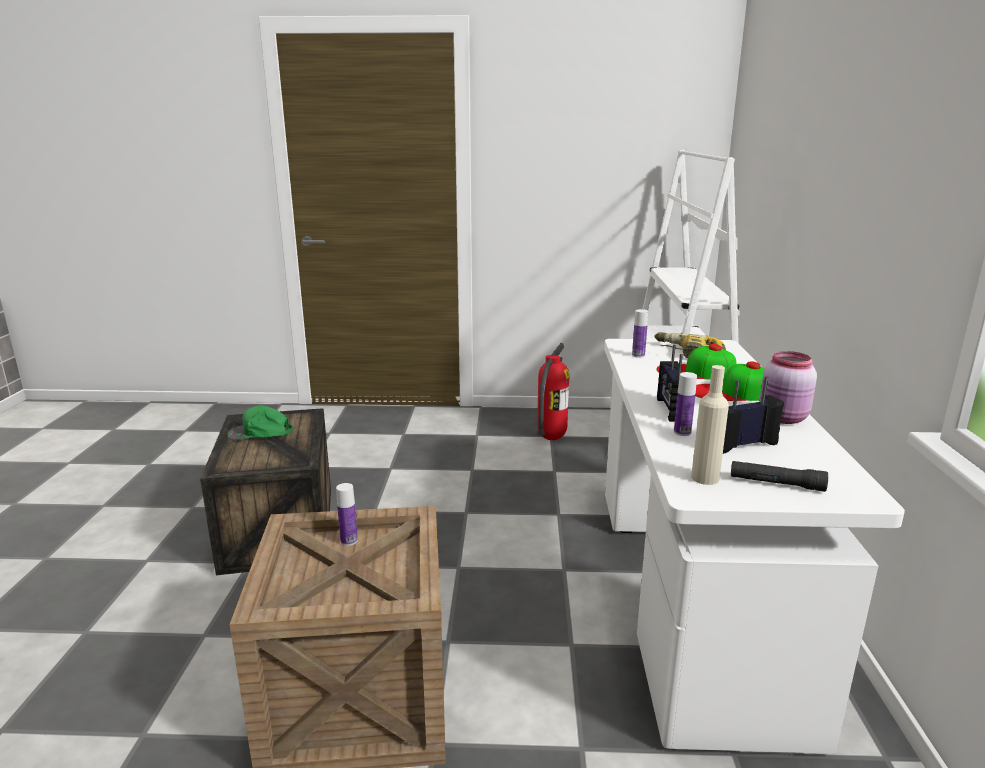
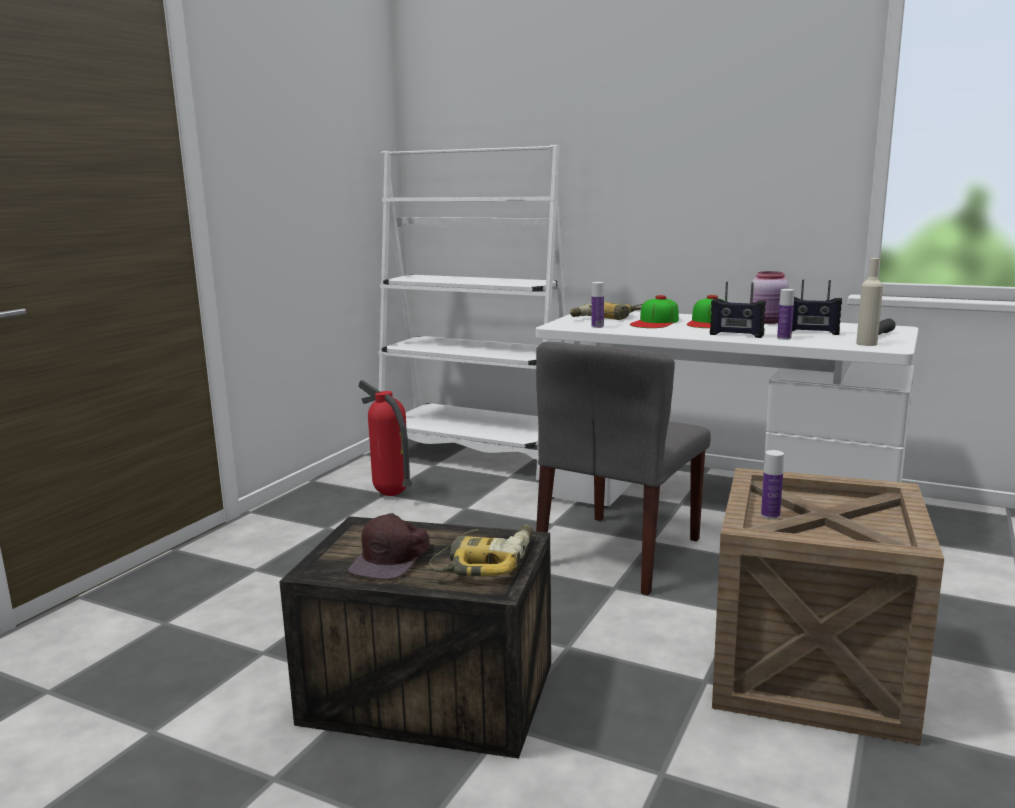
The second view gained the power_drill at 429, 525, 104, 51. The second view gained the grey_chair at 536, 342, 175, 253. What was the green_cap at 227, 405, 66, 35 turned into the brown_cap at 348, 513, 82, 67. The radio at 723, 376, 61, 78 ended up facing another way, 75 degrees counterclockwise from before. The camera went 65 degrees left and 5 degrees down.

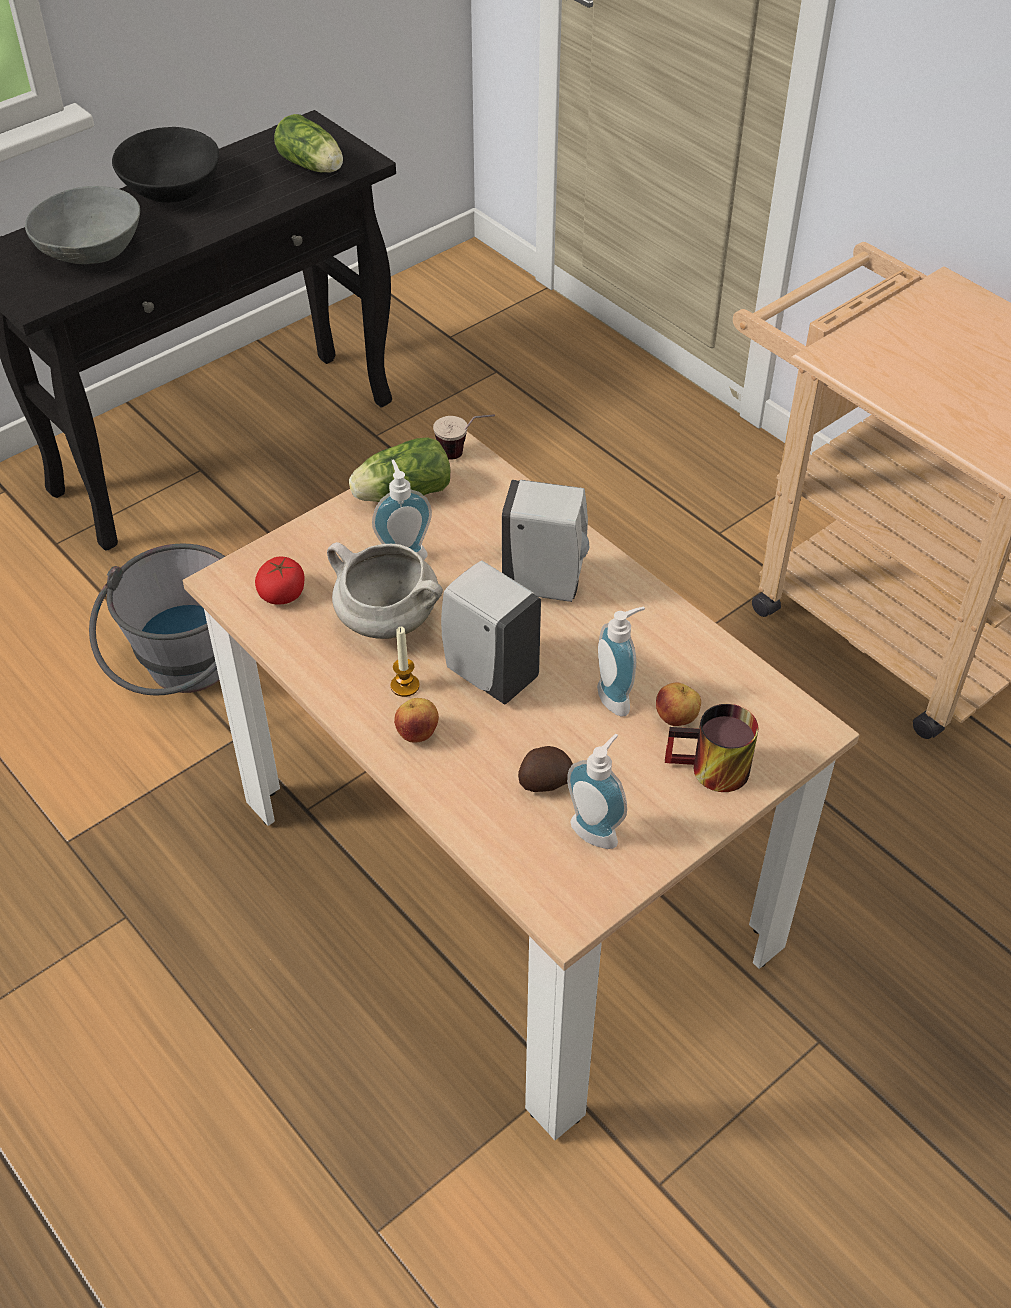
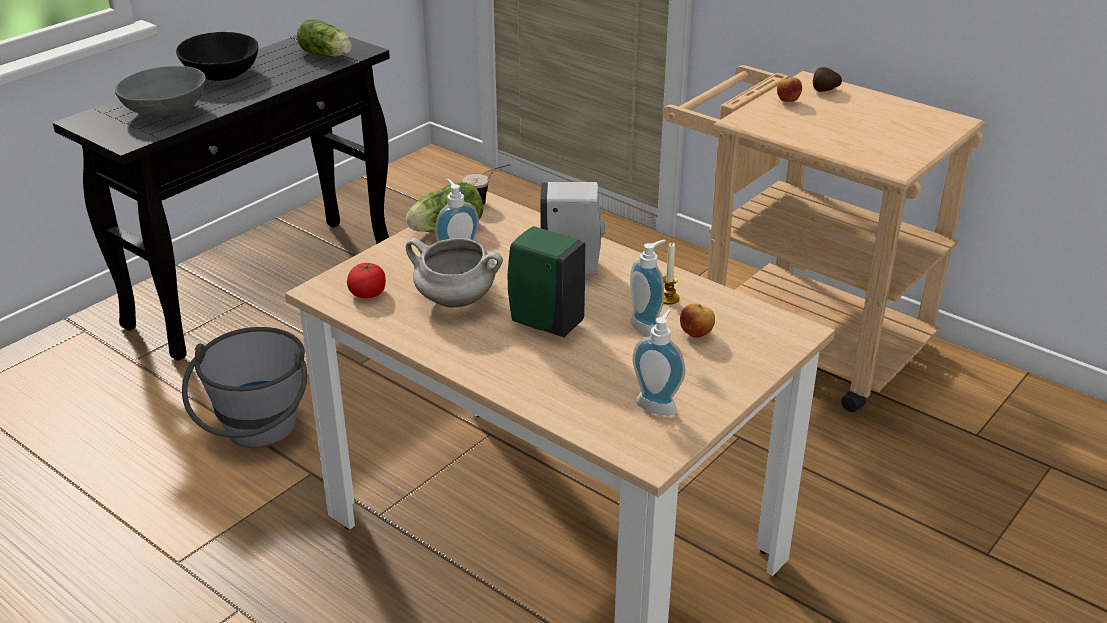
The second view lost the mug at 665, 704, 93, 88. The candle ended up elsewhere, having gone from 390, 627, 29, 70 to 663, 242, 17, 62. The apple ended up elsewhere, having gone from 394, 698, 45, 45 to 777, 77, 25, 25. The potato ended up elsewhere, having gone from 518, 746, 55, 46 to 813, 67, 29, 25. What was the white_soap_dispenser at 441, 561, 100, 144 turned into the green_soap_dispenser at 507, 226, 79, 111. The camera went 10 degrees left and 15 degrees down.

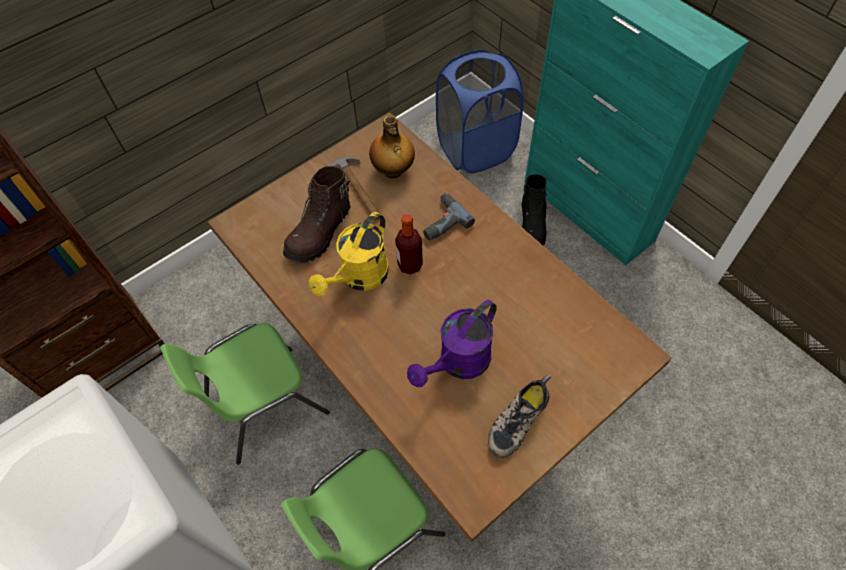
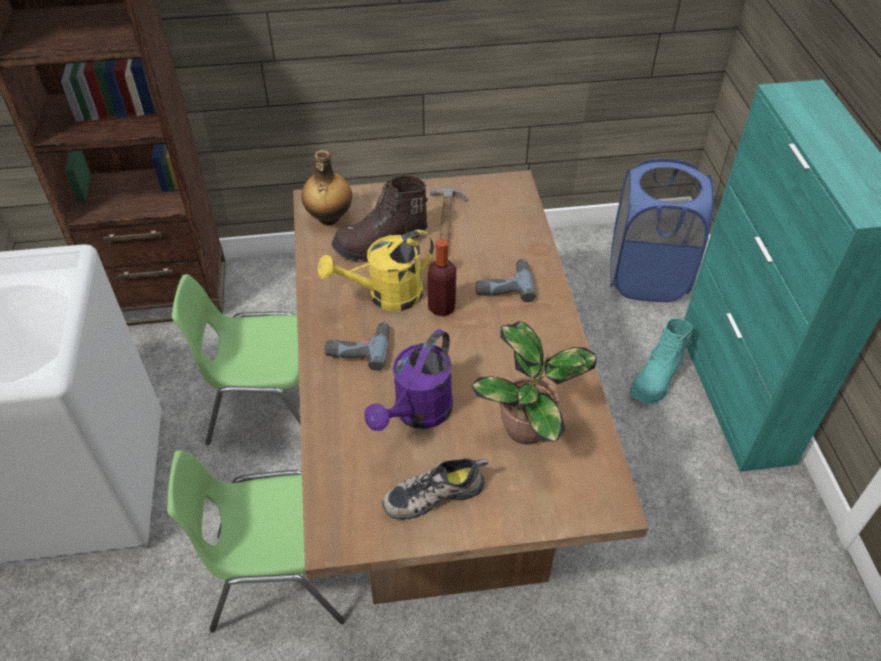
The second view gained the power_drill at 324, 322, 66, 49. The second view gained the potted_plant at 472, 321, 125, 124. The bottle ended up elsewhere, having gone from 369, 115, 46, 63 to 301, 150, 51, 75. What was the black_boot at 521, 174, 27, 71 turned into the turquoise_boot at 629, 318, 65, 86. The purple_watering_can at 407, 300, 90, 88 ended up facing another way, 45 degrees counterclockwise from before. The camera went 30 degrees right and 10 degrees down.

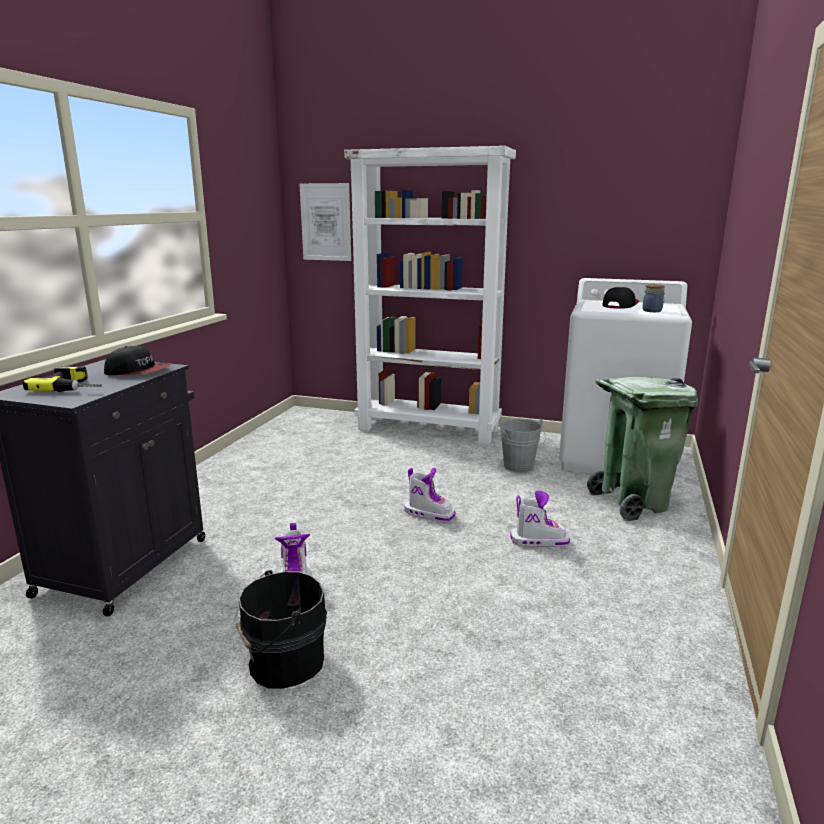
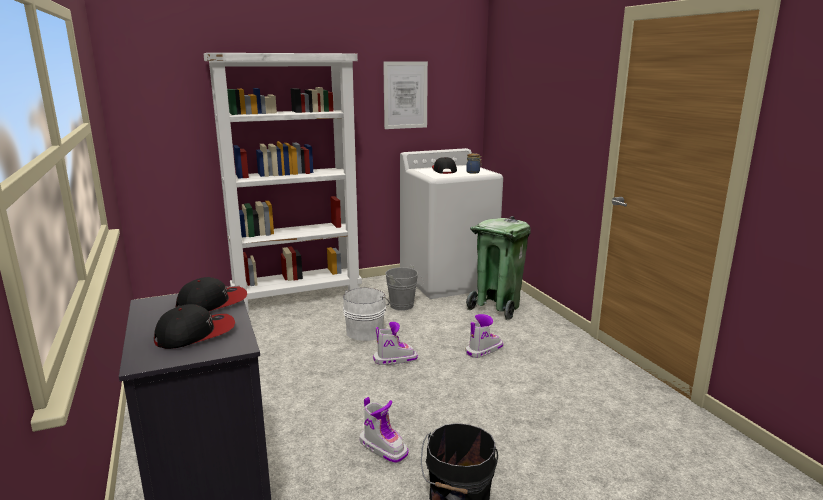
The second view gained the white_bucket at 343, 288, 47, 53. The picture ended up elsewhere, having gone from 299, 183, 52, 78 to 383, 61, 45, 68. Where the power_drill stood at 22, 366, 80, 26, the cap came to stand at 154, 304, 81, 45. The camera went 40 degrees left and 0 degrees up.

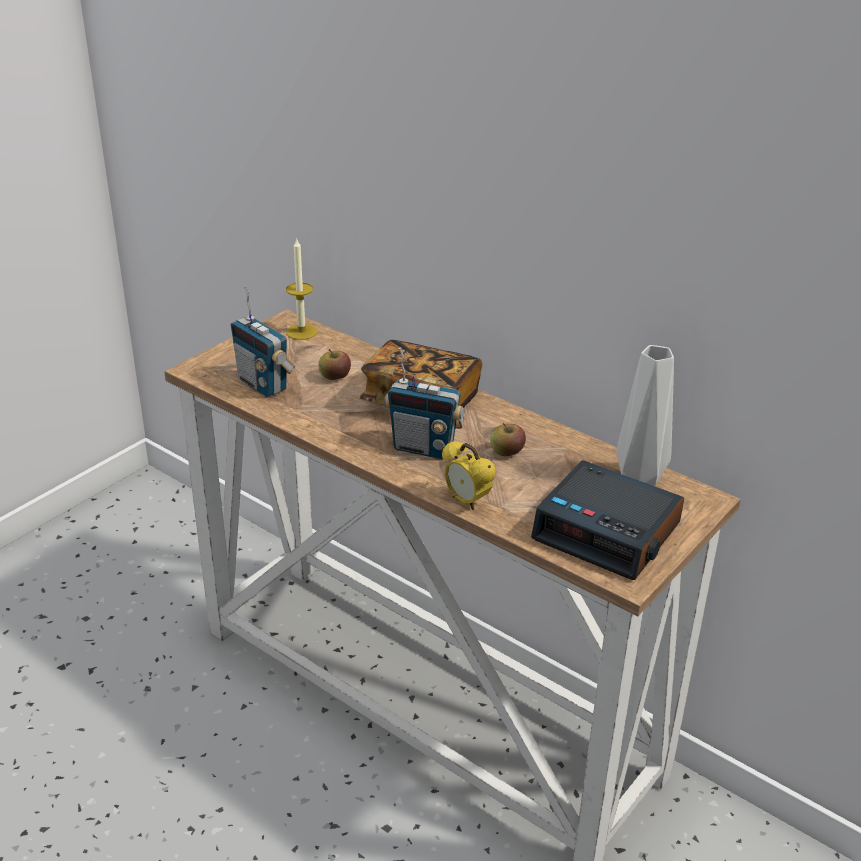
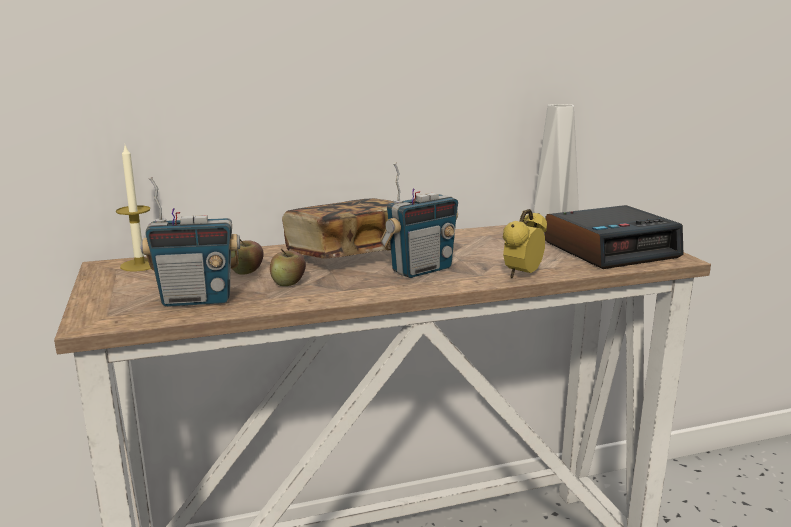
The apple ended up elsewhere, having gone from 490, 423, 36, 34 to 270, 249, 36, 37. The alarm_clock at 442, 441, 54, 69 ended up facing another way, 135 degrees clockwise from before. The camera went 55 degrees left and 15 degrees down.

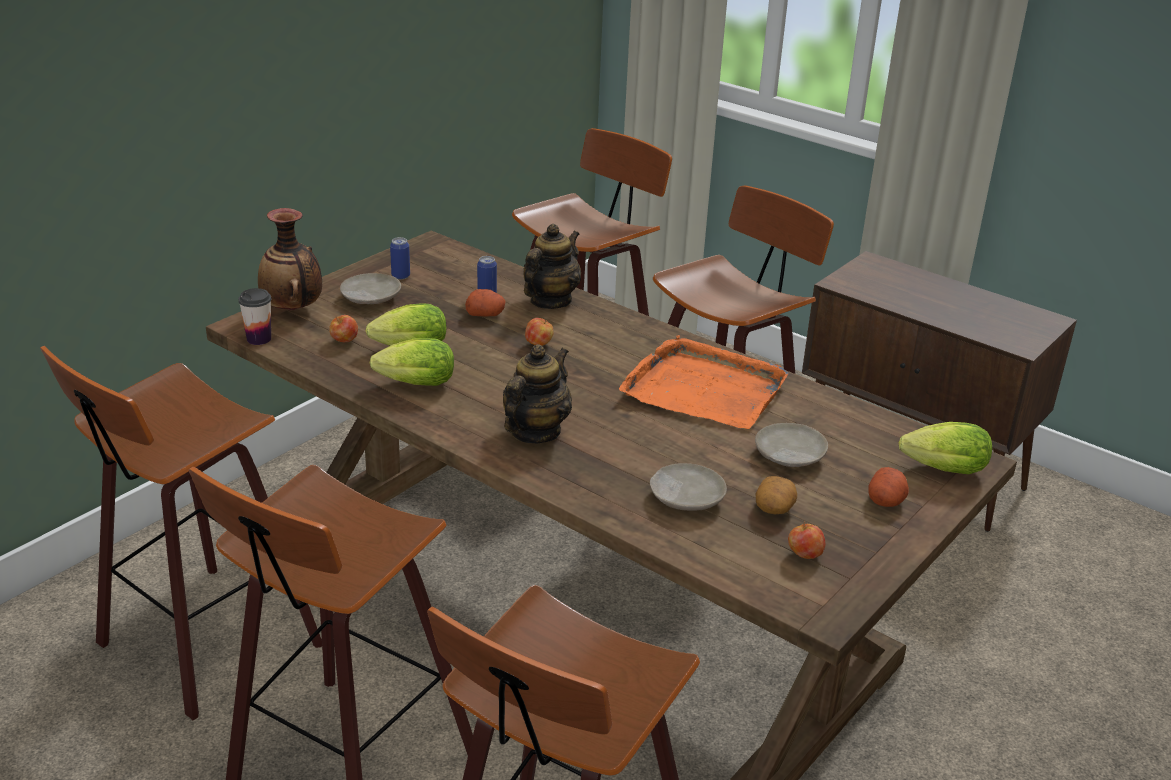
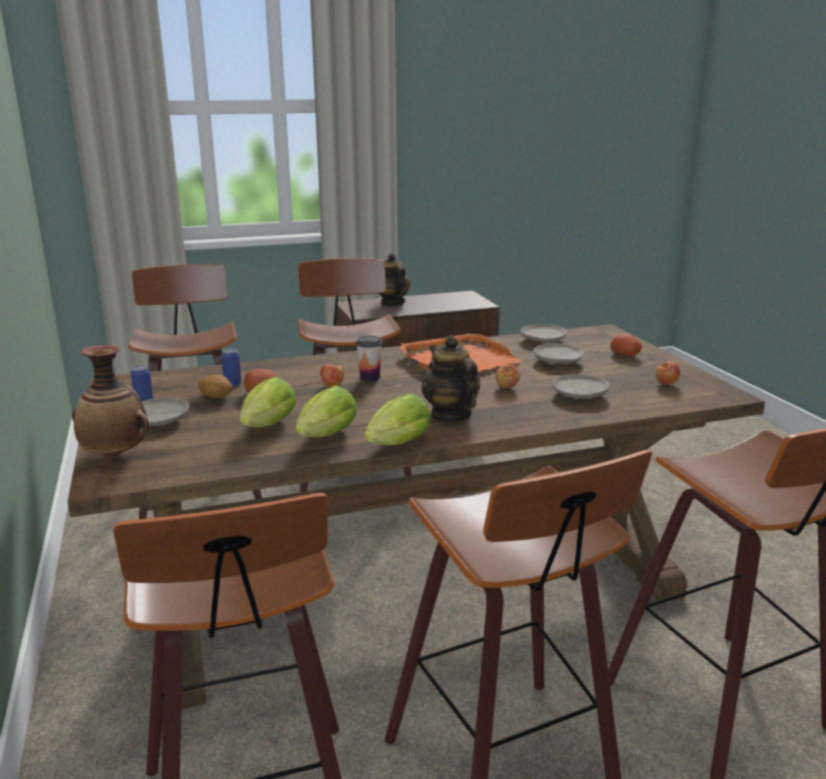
The second view gained the beige_plate at 520, 324, 47, 19. The cup ended up elsewhere, having gone from 238, 288, 33, 57 to 356, 336, 26, 46. The apple ended up elsewhere, having gone from 329, 315, 29, 27 to 496, 365, 24, 23. The teapot ended up elsewhere, having gone from 523, 224, 58, 85 to 379, 253, 31, 53. The potato ended up elsewhere, having gone from 756, 476, 41, 38 to 198, 375, 34, 23. The lettuce ended up elsewhere, having gone from 899, 422, 93, 52 to 365, 393, 66, 53. The camera went 55 degrees left and 10 degrees down.

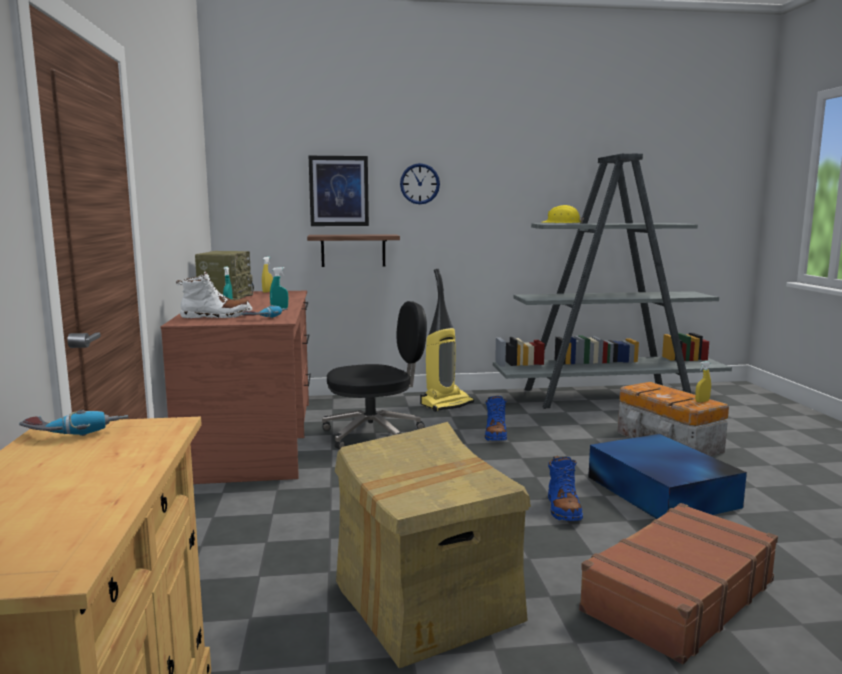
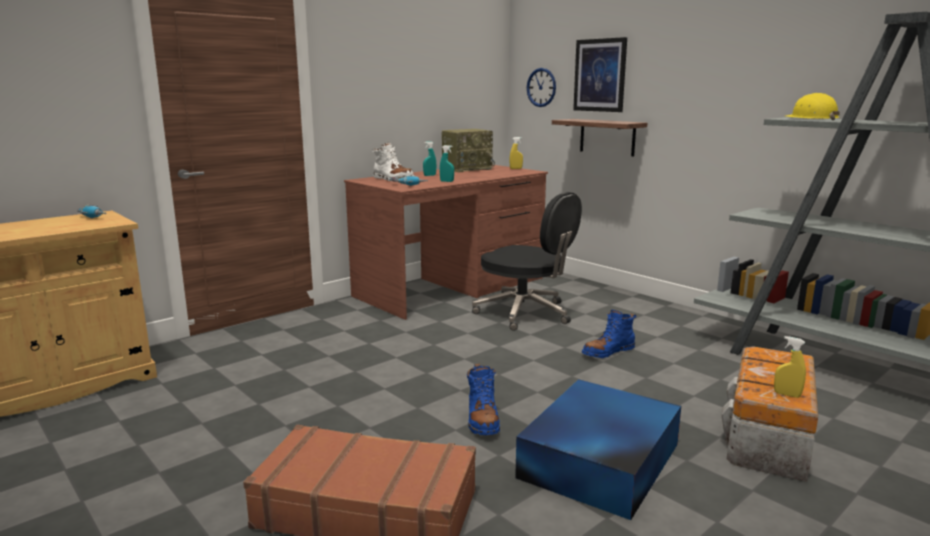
The second view lost the cardboard_box at 335, 422, 196, 246. The second view lost the vacuum_cleaner at 420, 269, 54, 143. The wall_clock ended up elsewhere, having gone from 400, 163, 40, 41 to 527, 68, 29, 39. The blue_boot at 548, 456, 35, 65 ended up facing another way, 60 degrees counterclockwise from before. The camera went 55 degrees right and 5 degrees up.

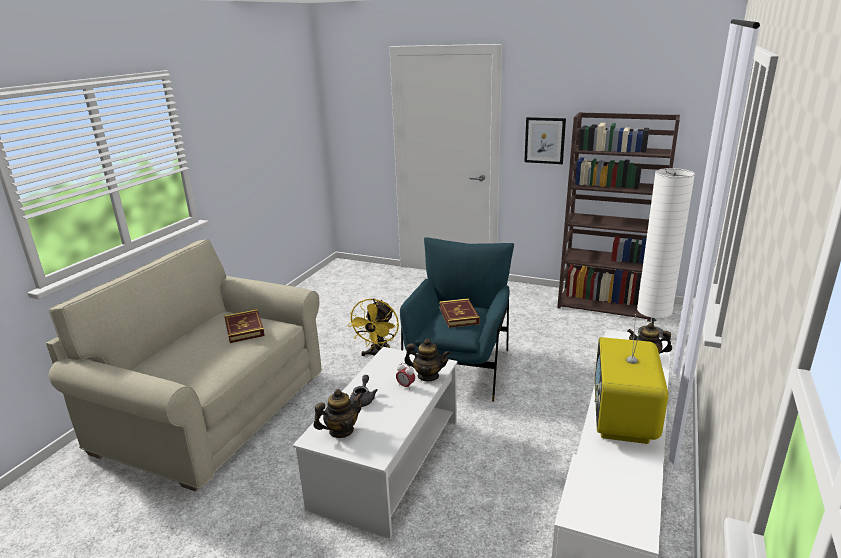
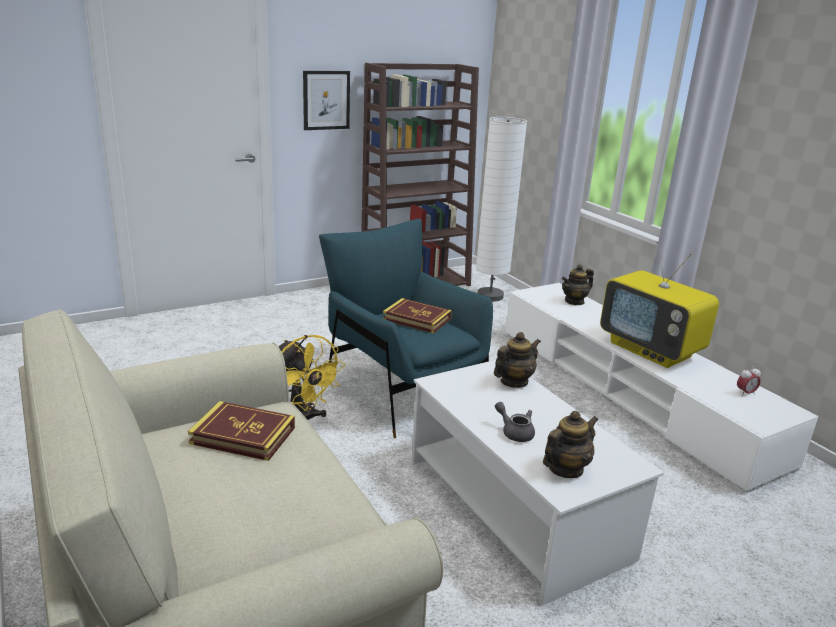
The alarm_clock ended up elsewhere, having gone from 396, 363, 19, 27 to 737, 366, 24, 30. The teapot at 313, 389, 51, 49 ended up facing another way, 45 degrees clockwise from before. The camera went 55 degrees left and 0 degrees up.

